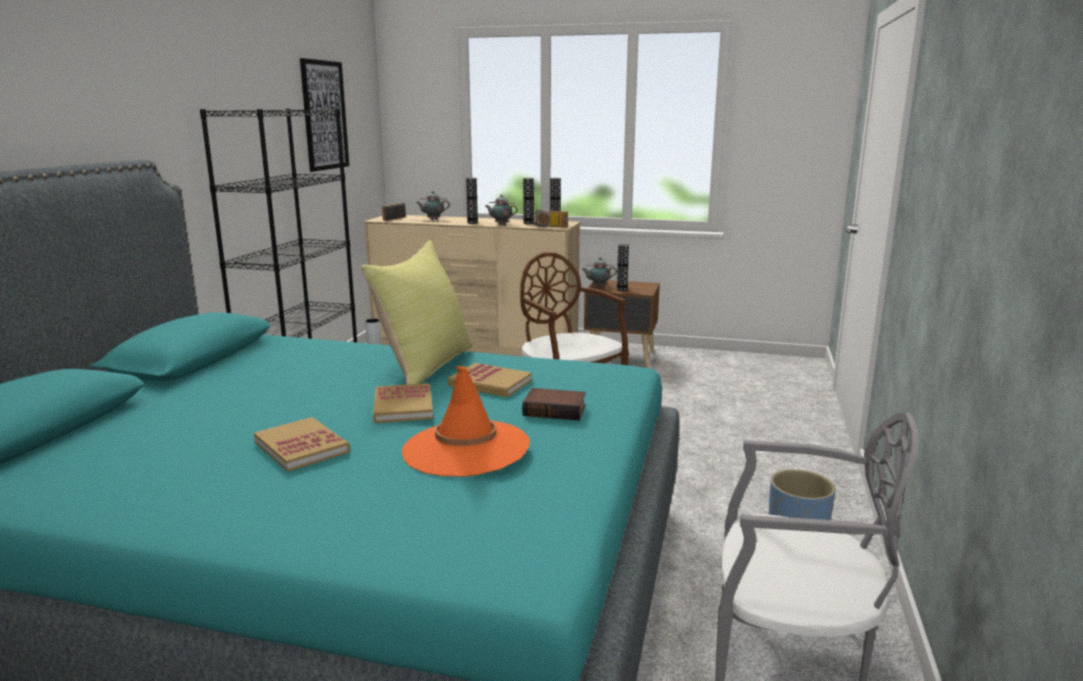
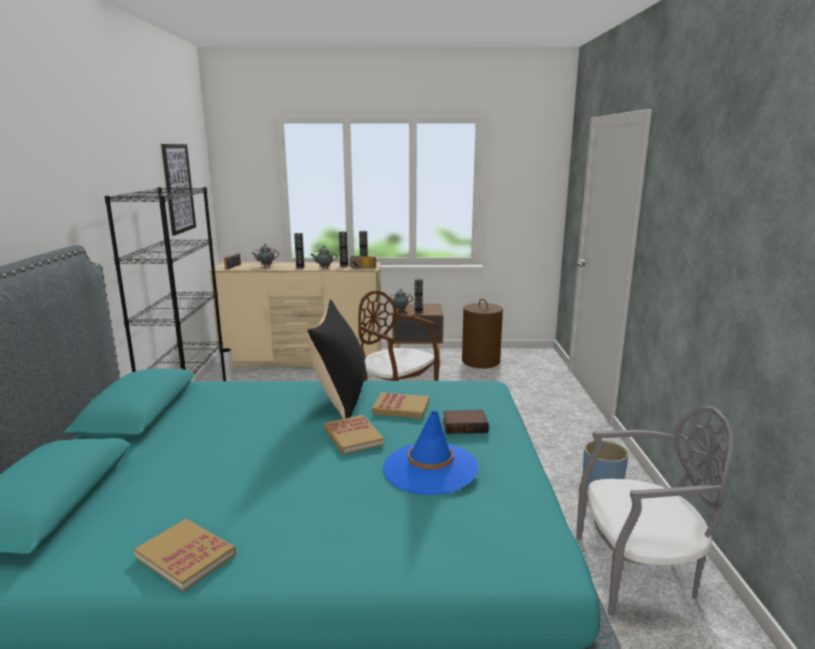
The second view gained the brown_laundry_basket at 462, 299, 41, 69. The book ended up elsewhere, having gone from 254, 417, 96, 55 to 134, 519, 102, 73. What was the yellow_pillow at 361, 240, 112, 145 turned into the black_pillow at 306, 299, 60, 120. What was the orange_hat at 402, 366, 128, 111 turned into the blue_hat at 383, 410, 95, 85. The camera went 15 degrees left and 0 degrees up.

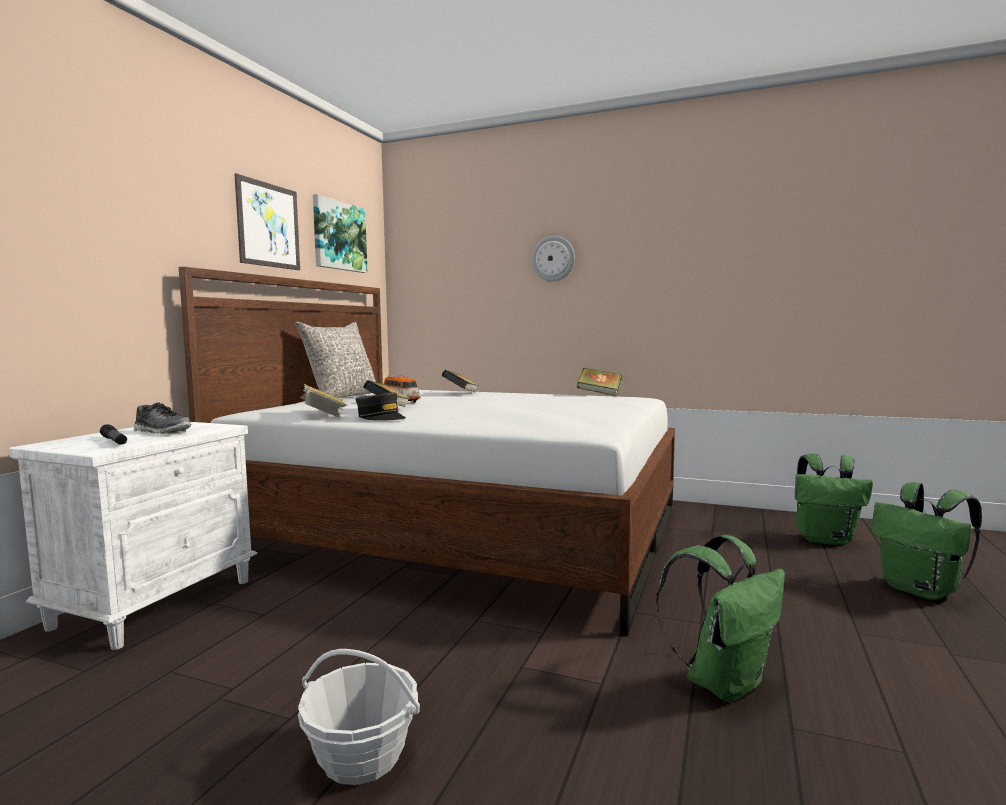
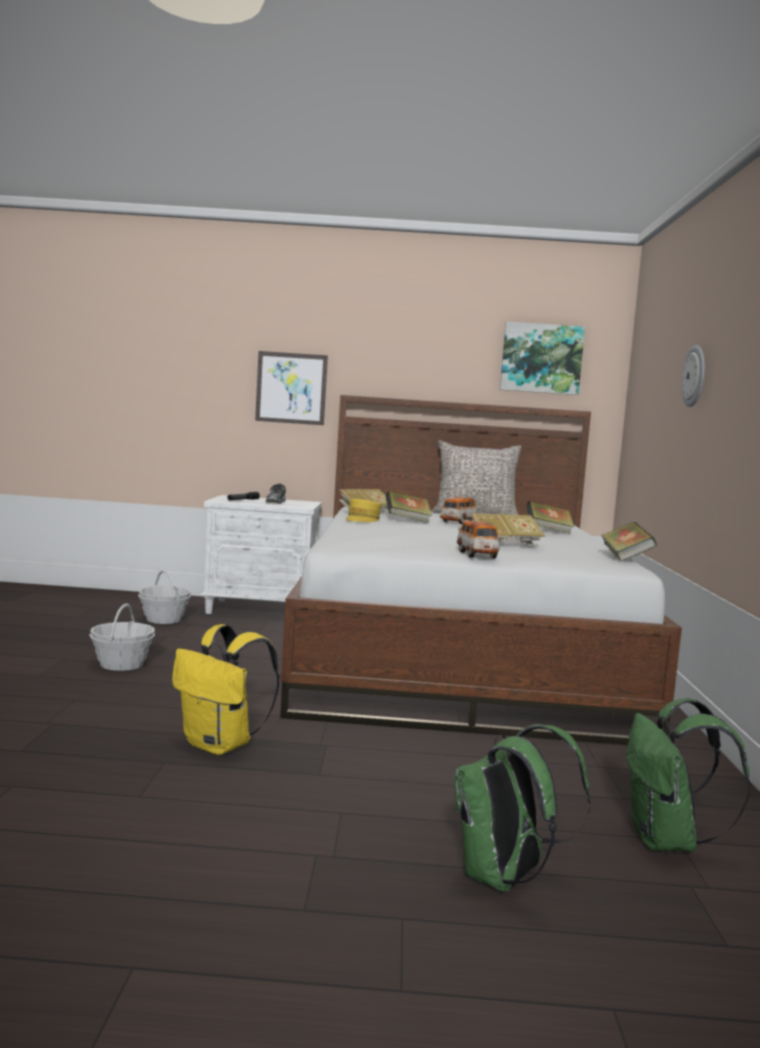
The second view gained the basket at 138, 570, 53, 54. The second view gained the toy_car at 457, 520, 43, 38. The second view gained the book at 471, 513, 74, 34. The picture ended up elsewhere, having gone from 235, 174, 65, 96 to 255, 351, 73, 74. What was the grey_cap at 355, 393, 51, 27 turned into the yellow_cap at 346, 499, 36, 23. What was the green_backpack at 656, 535, 129, 167 turned into the yellow_backpack at 172, 624, 108, 131. The camera went 70 degrees right and 0 degrees up.

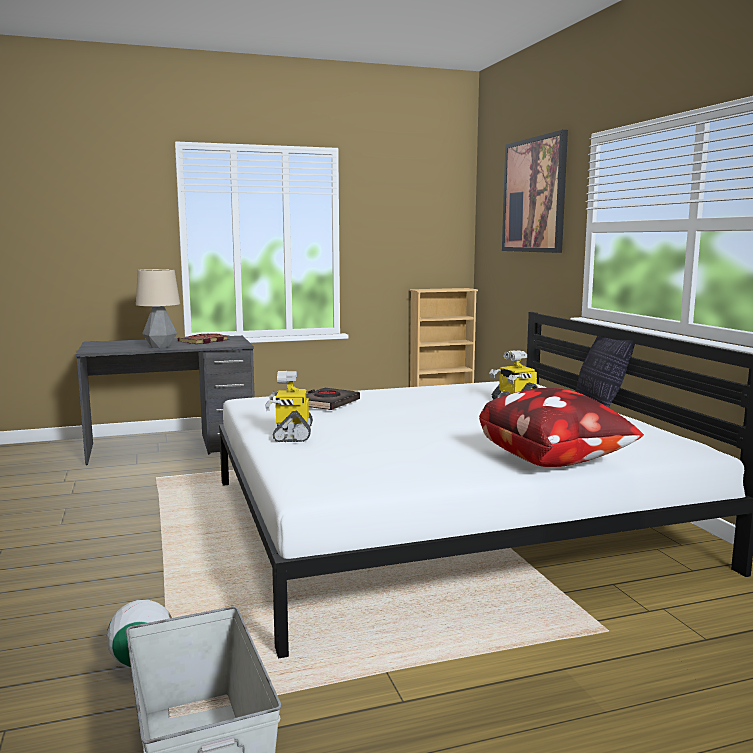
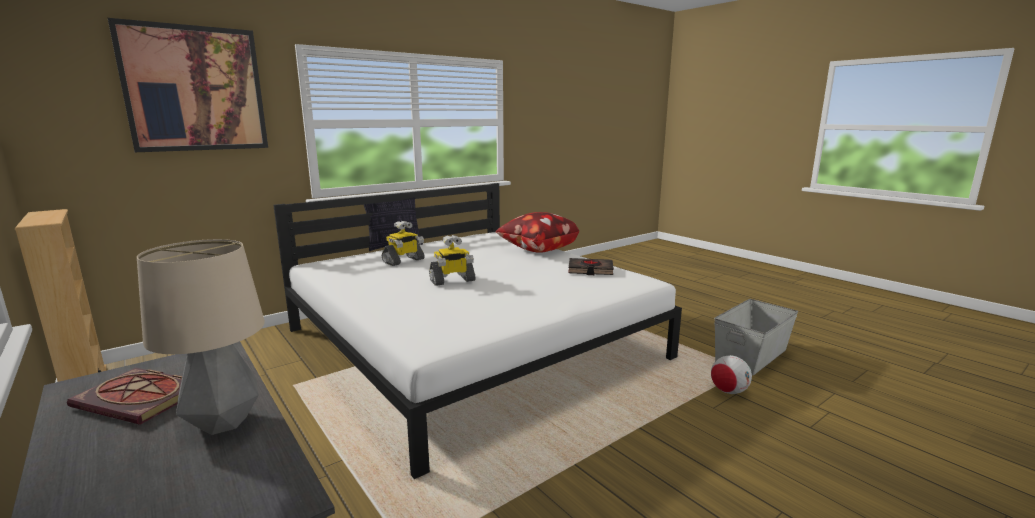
The toy_robot ended up elsewhere, having gone from 265, 371, 48, 71 to 429, 235, 46, 51. The black_book ended up elsewhere, having gone from 306, 387, 54, 23 to 568, 258, 46, 17. The camera went 110 degrees left and 5 degrees up.

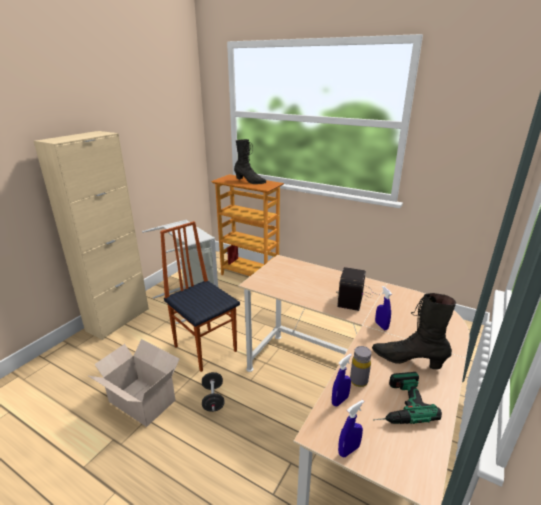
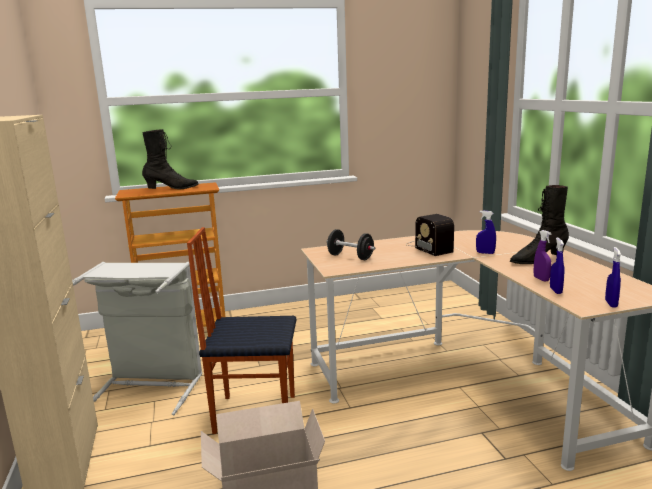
The second view lost the power_drill at 373, 372, 69, 52. The black_dumbbell ended up elsewhere, having gone from 202, 372, 22, 40 to 326, 229, 49, 31. Where the grey_bottle stood at 350, 346, 21, 41, the purple_spray_bottle came to stand at 534, 230, 18, 52. The camera went 45 degrees left and 10 degrees down.

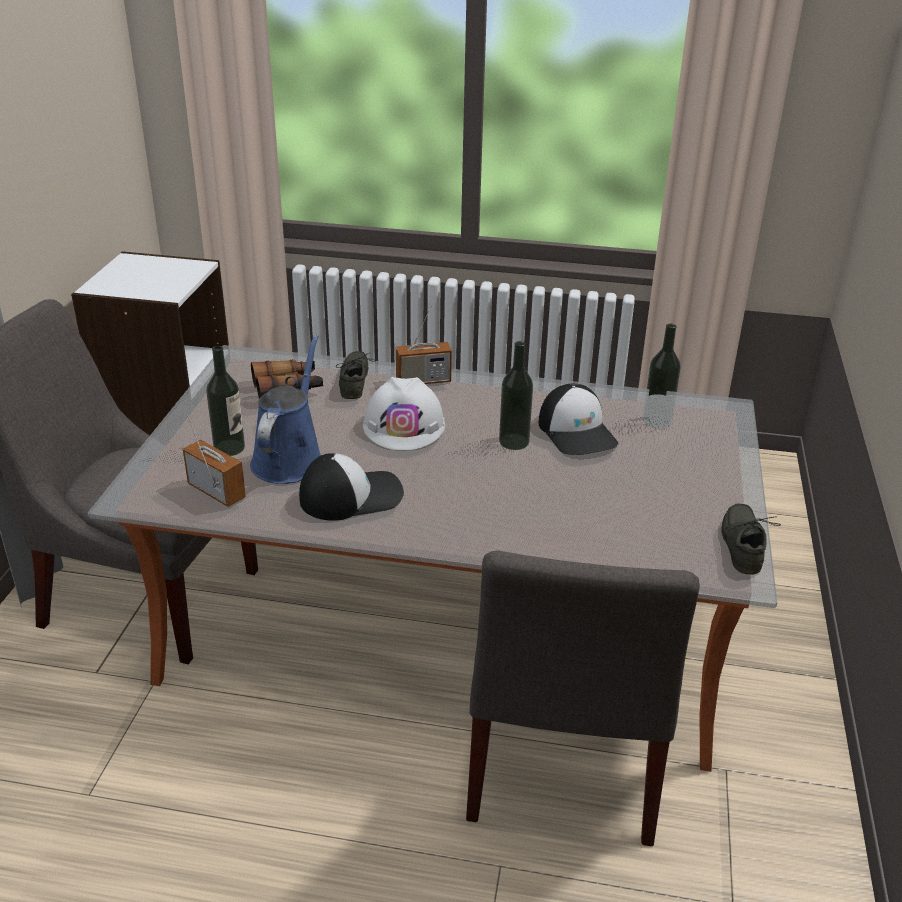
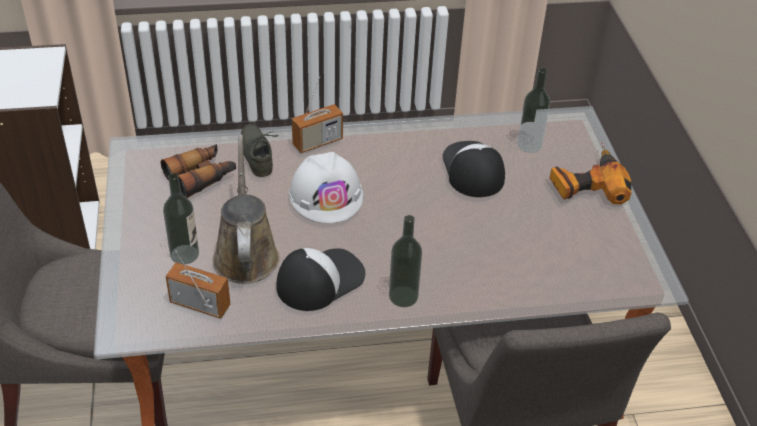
The second view lost the grey_shoe at 721, 504, 60, 71. The second view gained the power_drill at 550, 142, 82, 62. The bottle ended up elsewhere, having gone from 499, 341, 34, 109 to 389, 215, 33, 92. What was the blue_watering_can at 250, 335, 71, 149 turned into the brown_watering_can at 213, 134, 67, 150. The cap at 538, 384, 80, 71 ended up facing another way, 150 degrees counterclockwise from before. The camera went 20 degrees left and 10 degrees up.

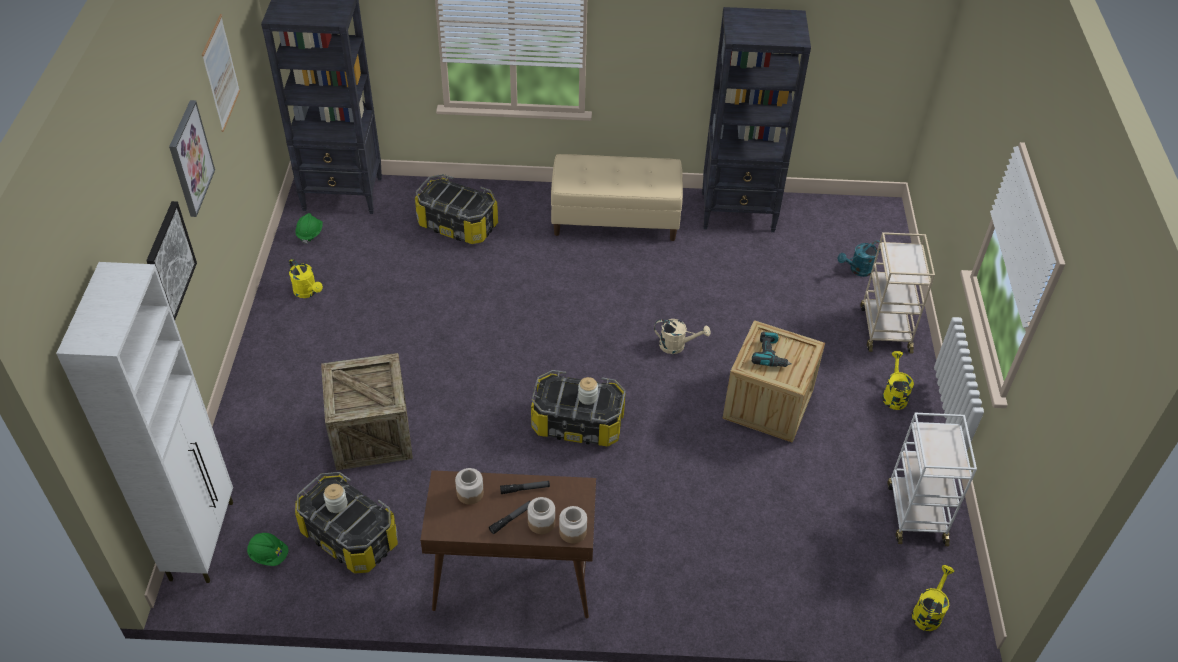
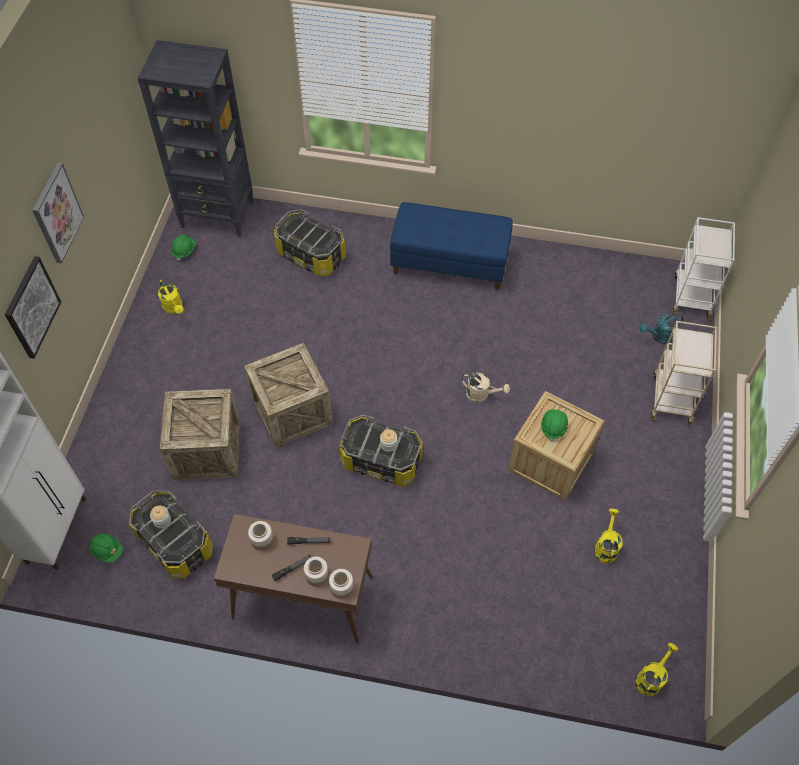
The second view lost the picture at 202, 14, 38, 118. The second view lost the black_bookcase at 702, 7, 109, 225. The second view gained the crate at 244, 343, 89, 105. The yellow_watering_can ended up elsewhere, having gone from 882, 351, 32, 59 to 594, 508, 29, 55. The white_cart ended up elsewhere, having gone from 887, 413, 90, 133 to 673, 217, 62, 104. Where the power_drill stood at 752, 332, 40, 35, the green_hard_hat came to stand at 541, 409, 27, 32. What was the beige_bench at 551, 154, 132, 87 turned into the blue_bench at 390, 202, 123, 88. The camera went 10 degrees right and 10 degrees up.

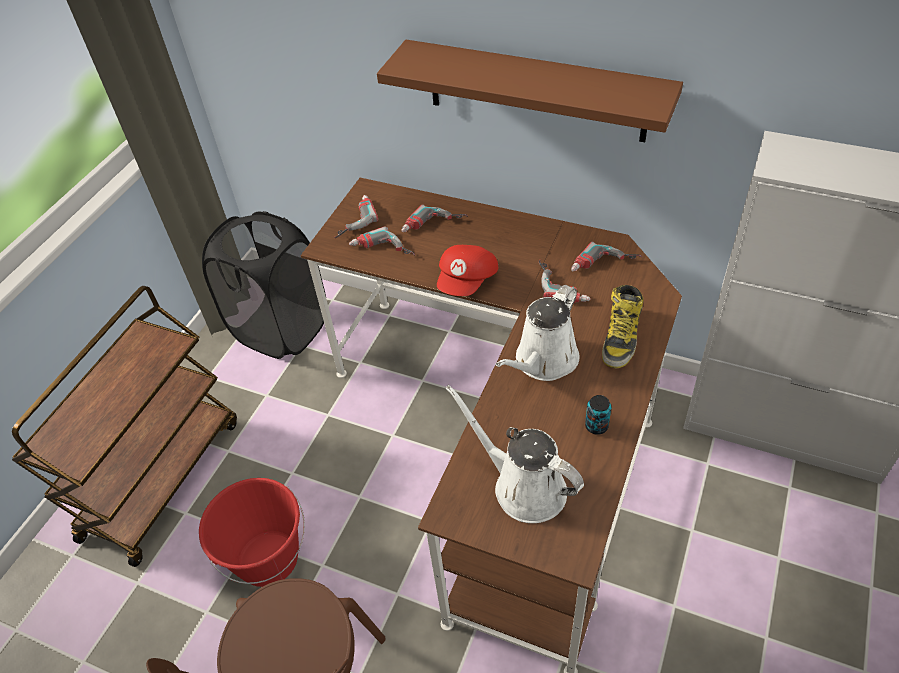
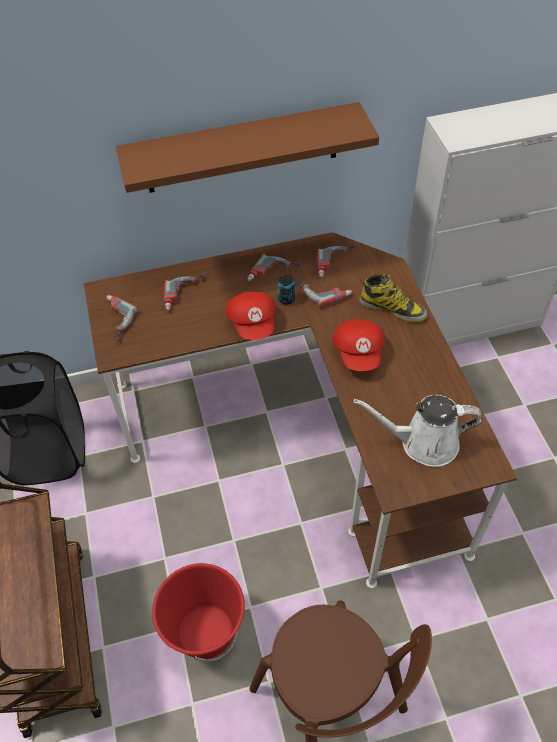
The power_drill ended up elsewhere, having gone from 349, 226, 66, 30 to 247, 254, 58, 27. The can ended up elsewhere, having gone from 585, 395, 26, 40 to 278, 275, 17, 30. Where the white_watering_can stood at 495, 285, 85, 96, the red_cap came to stand at 333, 319, 52, 52. The boot at 602, 285, 42, 83 ended up facing another way, 45 degrees counterclockwise from before. The camera went 40 degrees left and 5 degrees up.

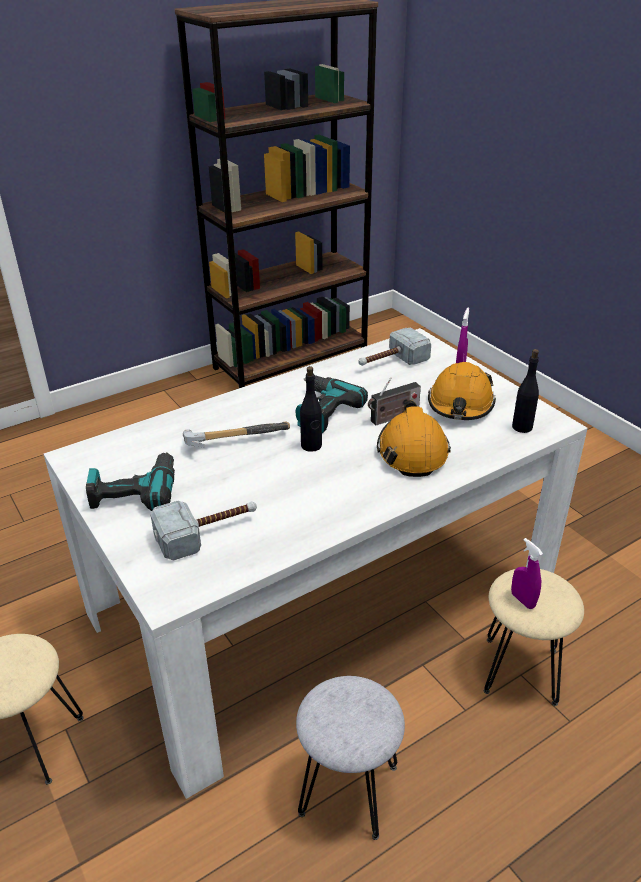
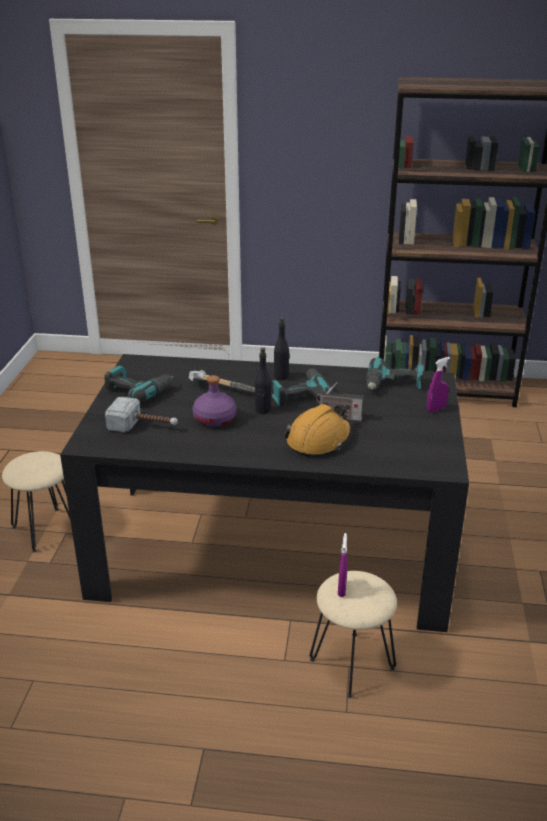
The second view lost the grey_stool at 296, 676, 109, 164. The second view lost the orange_hard_hat at 428, 362, 68, 58. The second view gained the purple_bottle at 192, 375, 44, 52. The black_bottle ended up elsewhere, having gone from 512, 349, 27, 84 to 274, 317, 16, 63. Where the hammer stood at 358, 327, 73, 39, the power_drill came to stand at 366, 357, 57, 33. What was the white_dining_table at 44, 328, 544, 471 turned into the black_dining_table at 60, 354, 409, 278. The camera went 40 degrees right and 5 degrees down.

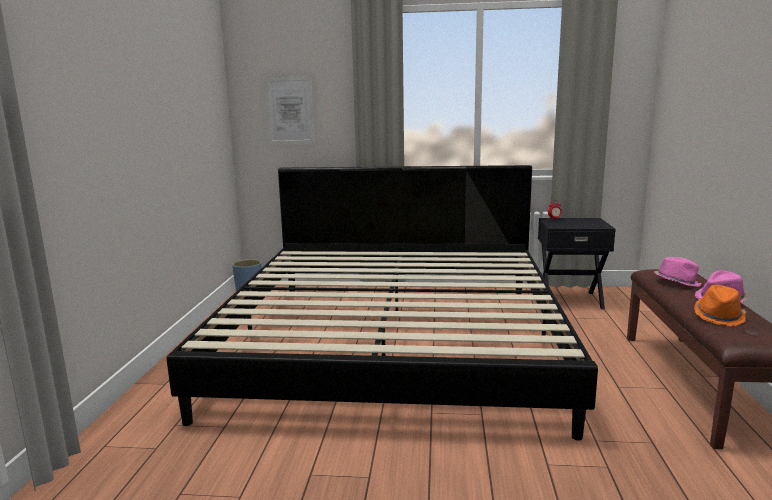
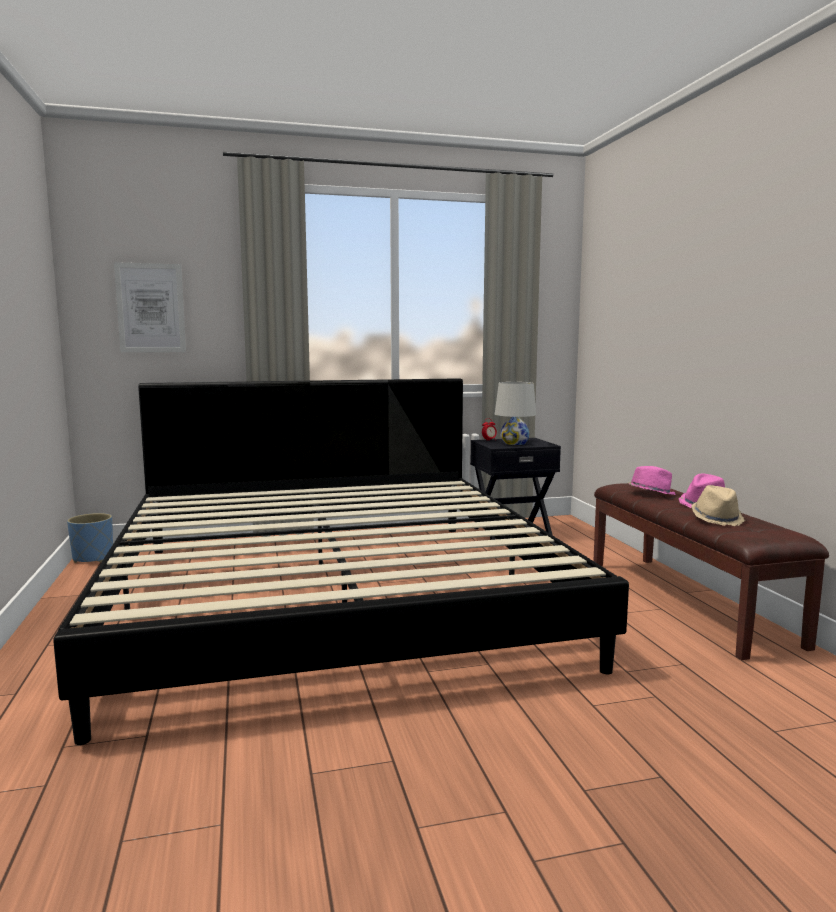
The second view gained the white_table_lamp at 495, 382, 41, 63. What was the orange_hat at 694, 285, 52, 41 turned into the beige_hat at 692, 485, 53, 41. The camera went 20 degrees left and 5 degrees down.

